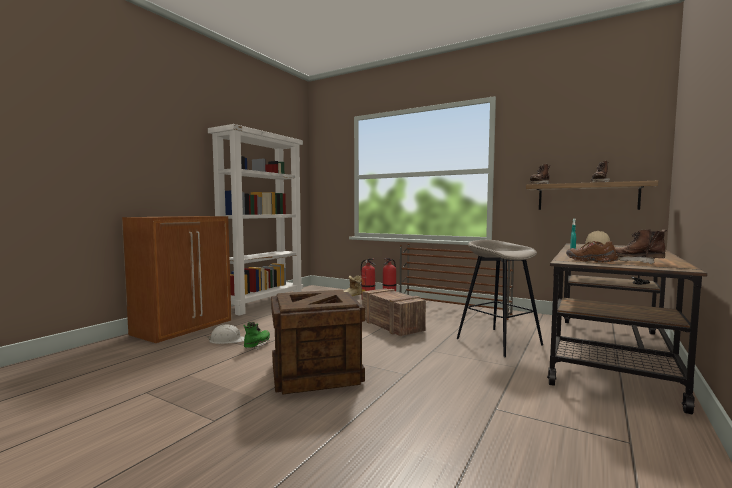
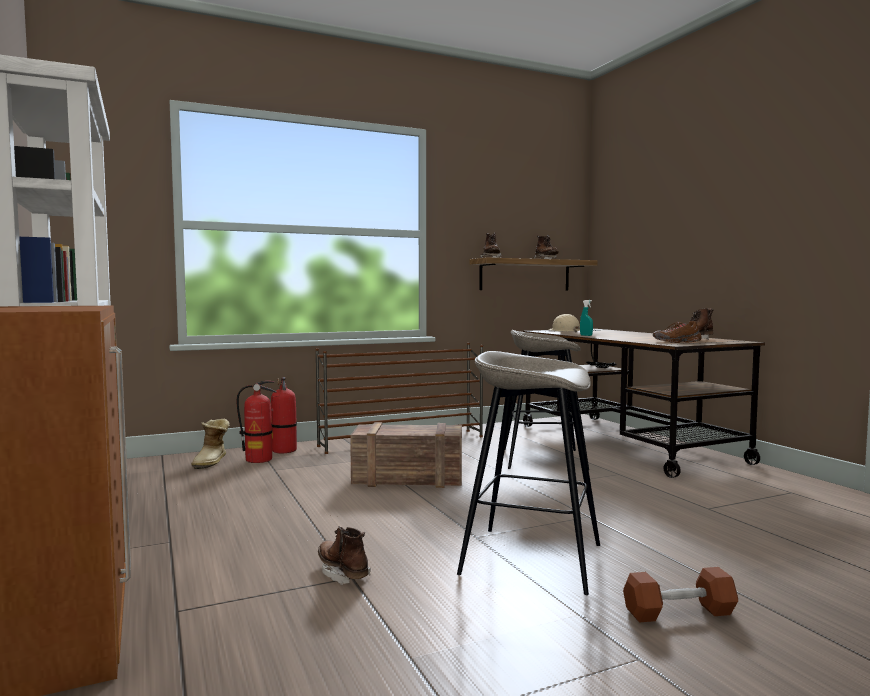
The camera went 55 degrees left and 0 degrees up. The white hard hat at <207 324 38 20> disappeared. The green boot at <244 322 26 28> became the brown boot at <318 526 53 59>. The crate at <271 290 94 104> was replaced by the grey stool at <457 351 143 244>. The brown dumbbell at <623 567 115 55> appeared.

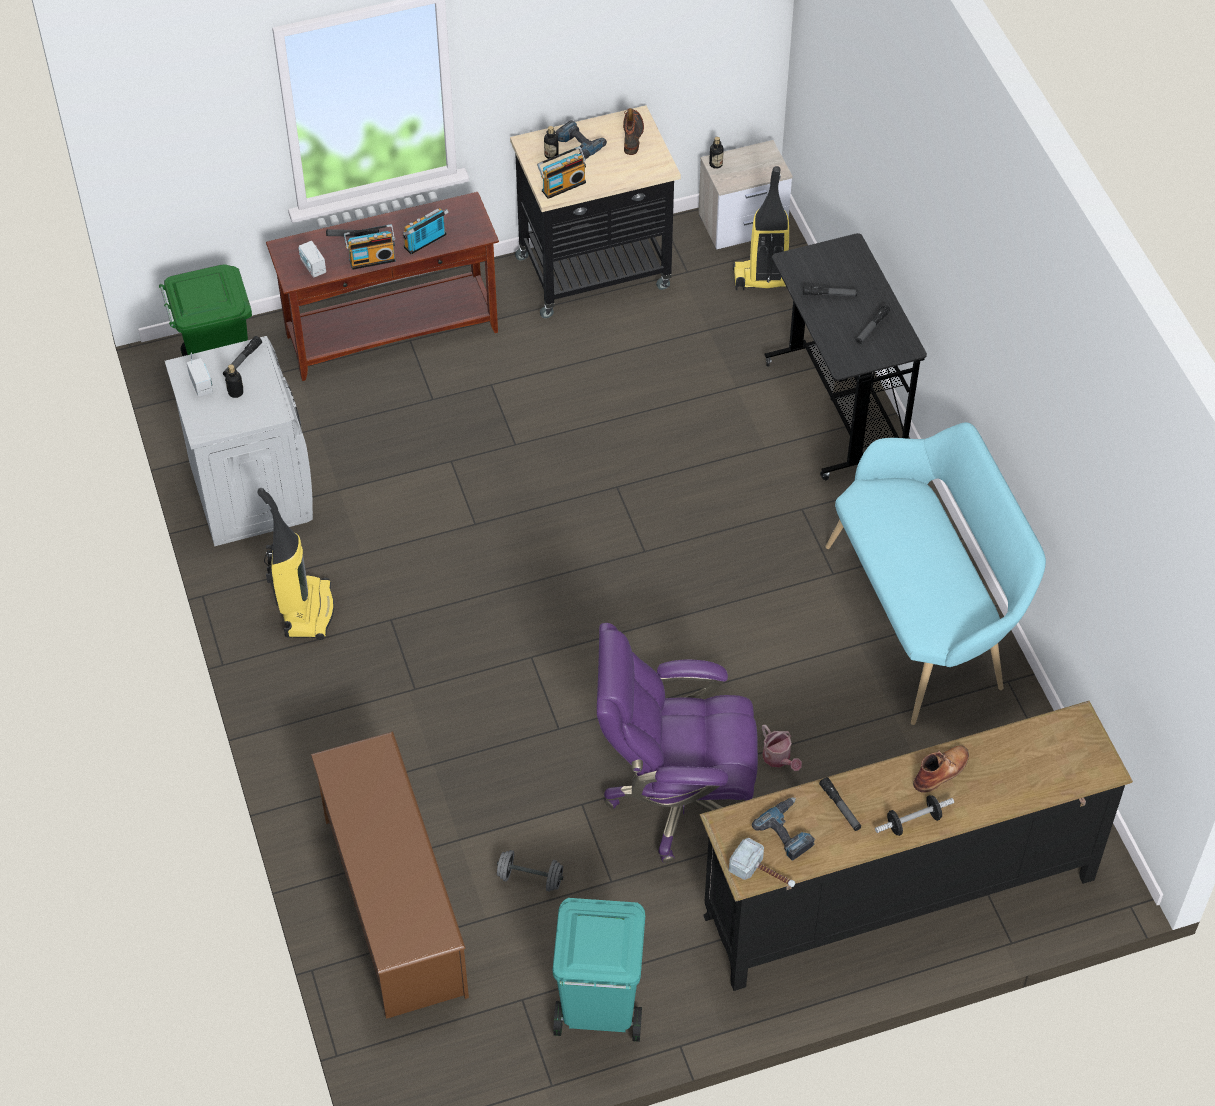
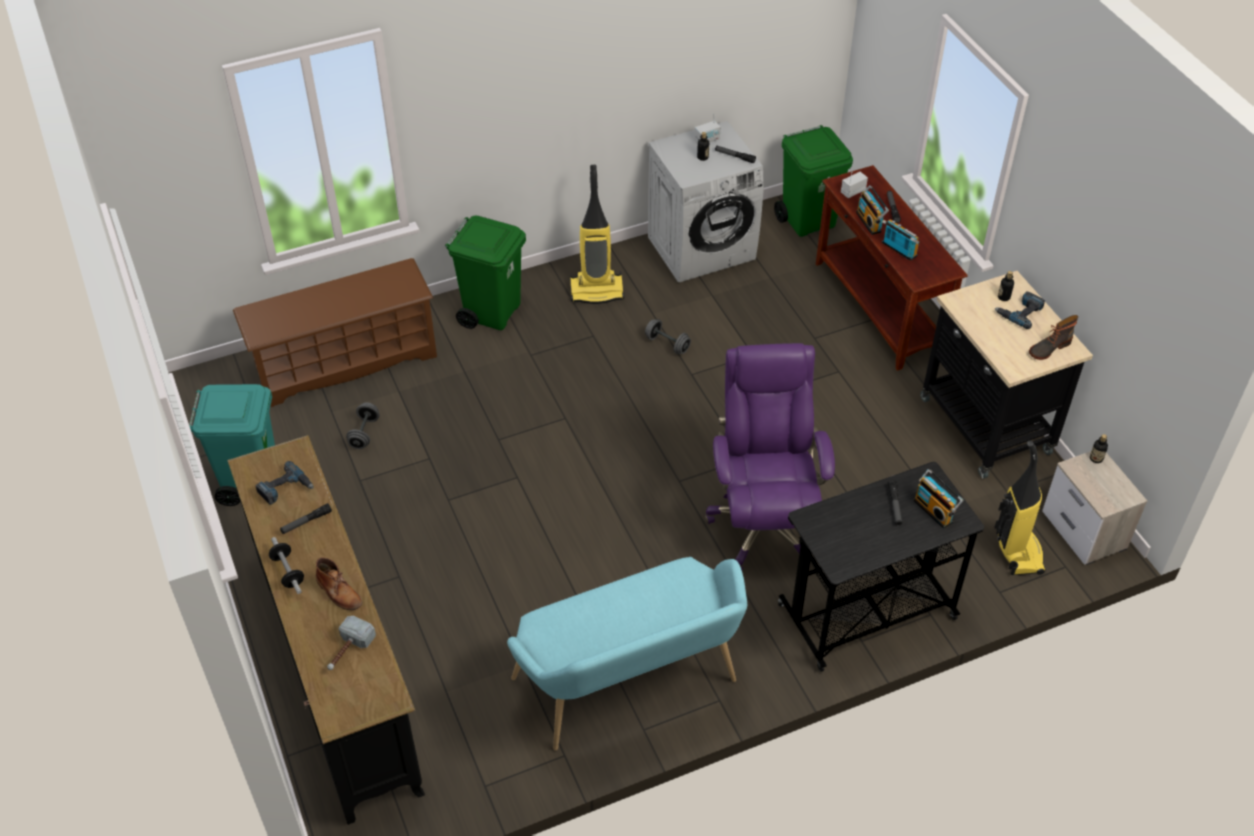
The camera went 85 degrees right and 5 degrees down. The radio moved from <537 146 49 53> to <913 469 51 60>. The purple office chair moved from <597 623 161 240> to <705 343 130 227>. The boot at <623 108 21 47> turned 150 degrees clockwise. The hammer moved from <729 838 66 49> to <327 616 49 54>. The watering can at <762 725 40 46> disappeared. The flashlight at <856 304 34 40> disappeared. The green trash can at <445 216 81 114> appeared. The grey dumbbell at <645 319 46 35> appeared.

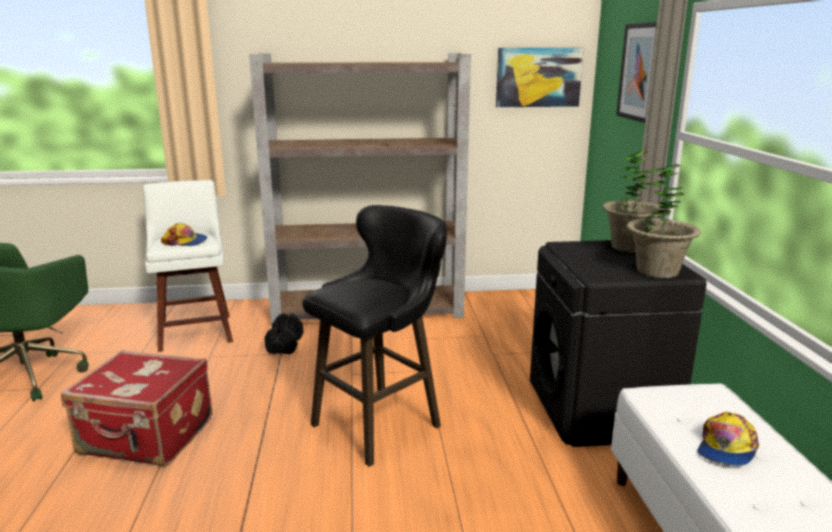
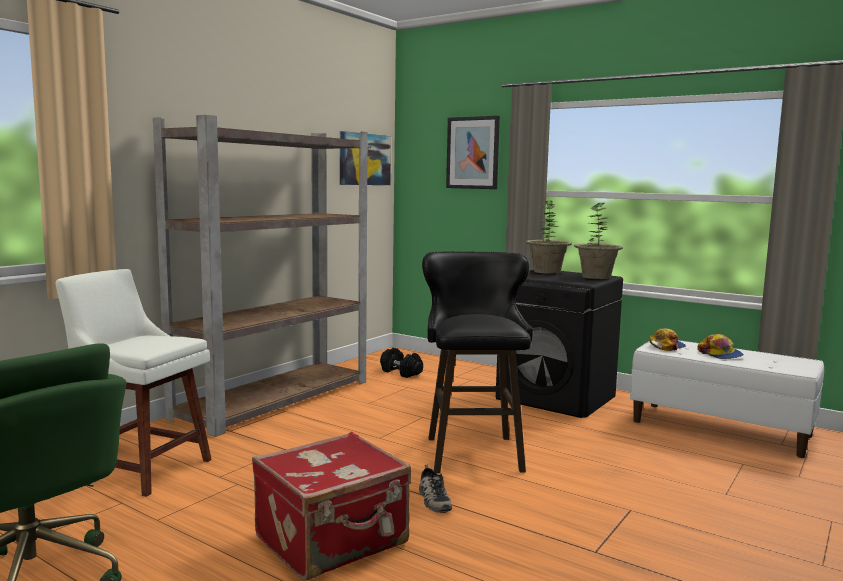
The camera went 50 degrees left and 10 degrees down. The cap moved from <161 223 46 23> to <649 328 37 23>. The black dumbbell moved from <265 313 38 41> to <380 348 43 30>. The shoe at <419 465 33 48> appeared.

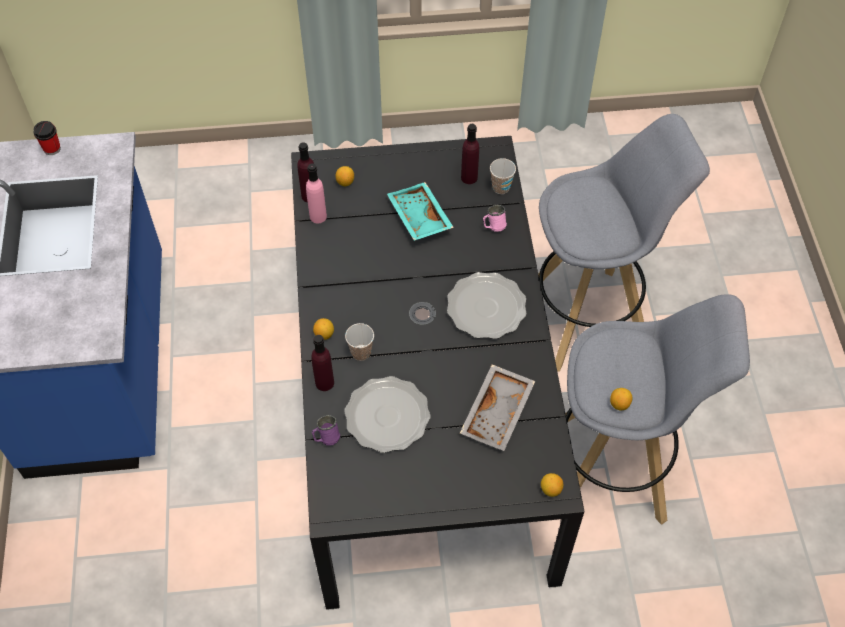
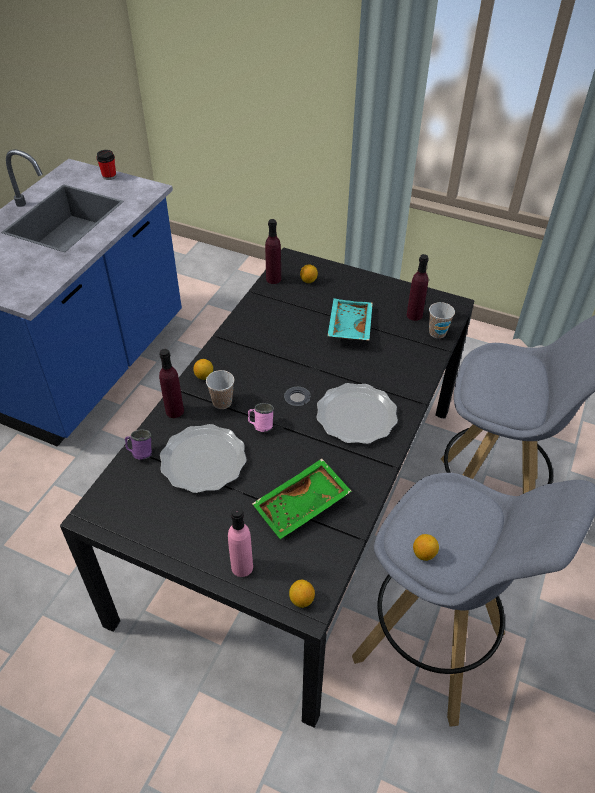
The camera went 30 degrees right and 10 degrees down. The pink bottle moved from <306 163 21 60> to <228 507 25 70>. The grey tray at <460 364 75 87> became the green tray at <252 459 100 80>. The pink mug moved from <483 205 24 27> to <248 403 26 29>.

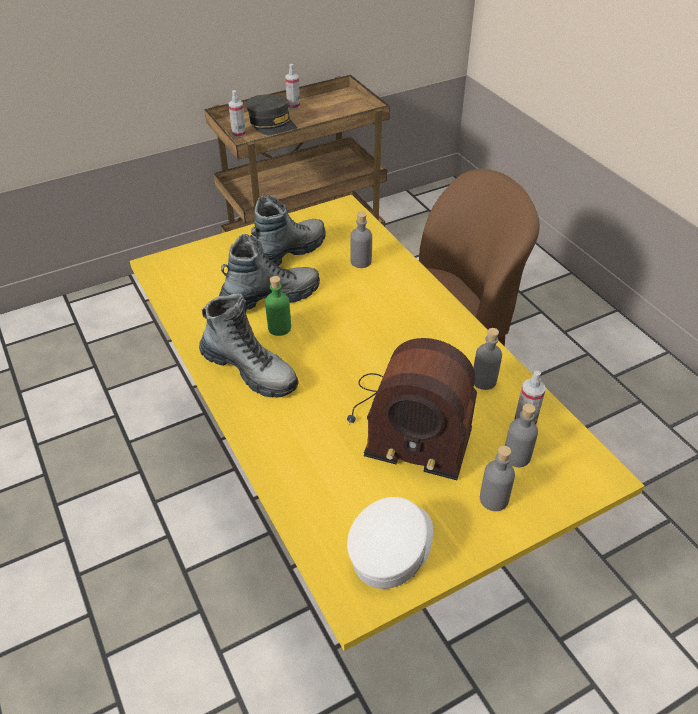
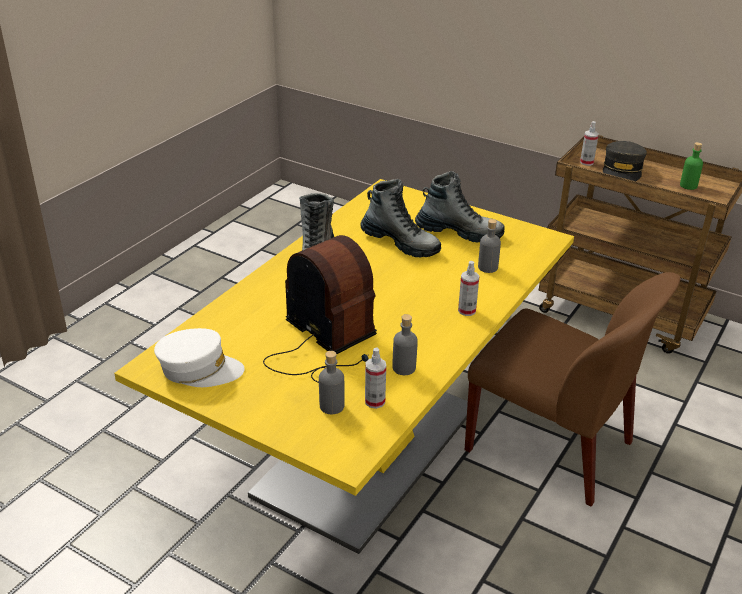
The camera went 60 degrees right and 10 degrees down. The green bottle moved from <265 276 26 60> to <680 142 23 48>. The spray bottle moved from <285 64 15 46> to <458 261 21 55>. The radio at <347 338 130 142> turned 150 degrees clockwise. The grey bottle at <480 446 35 65> disappeared.

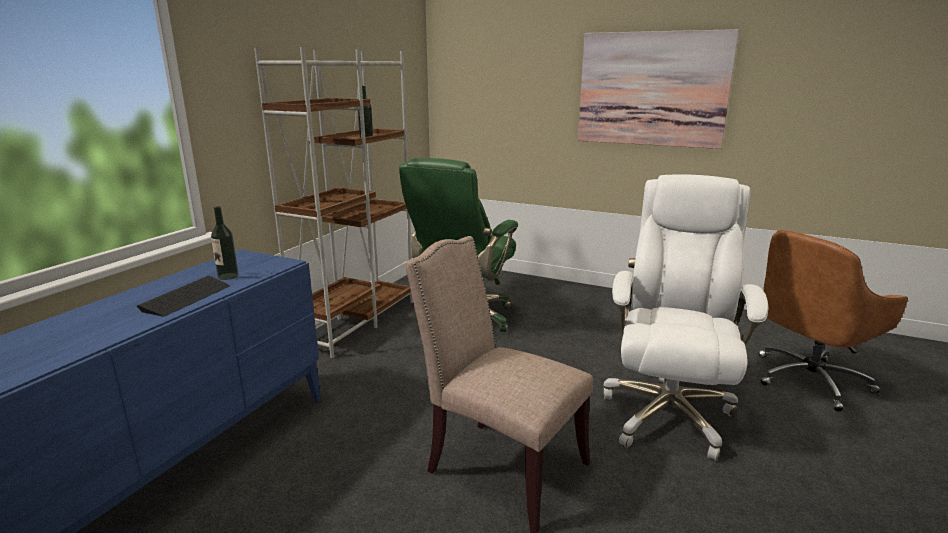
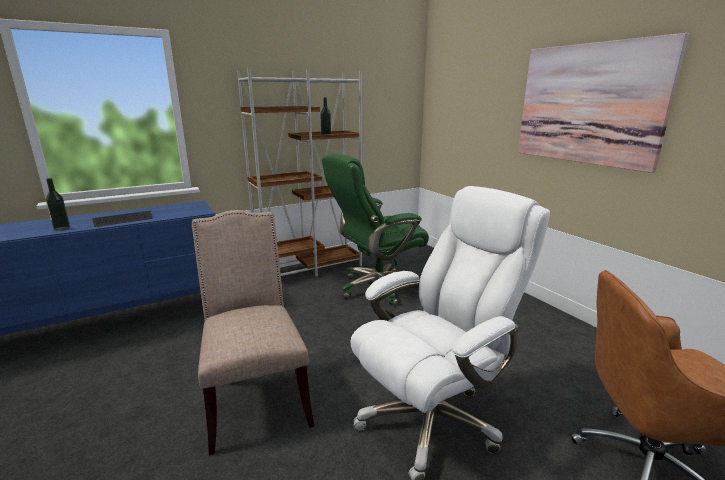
The camera went 35 degrees right and 0 degrees up. The bottle moved from <211 206 28 74> to <46 178 24 53>.

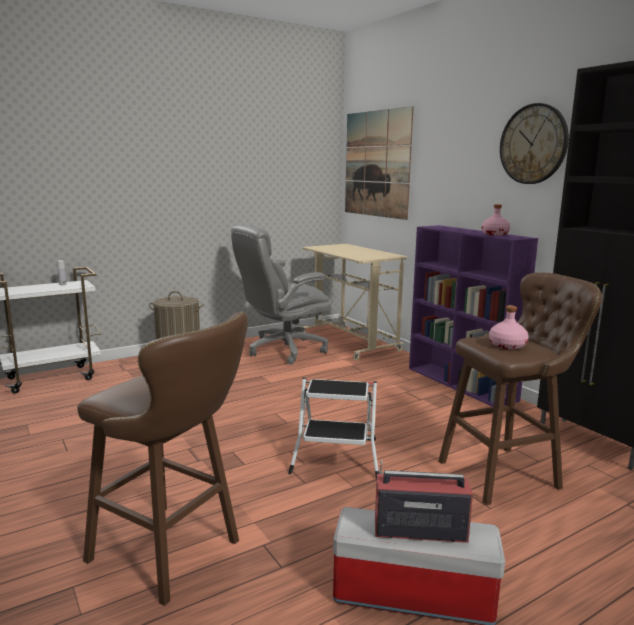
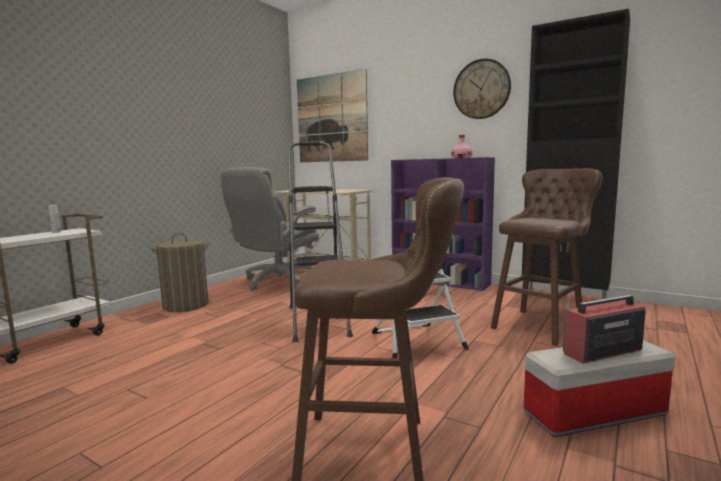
The camera went 25 degrees left and 5 degrees down. The pink bottle at <489 305 40 44> disappeared. The step ladder at <288 142 65 200> appeared.

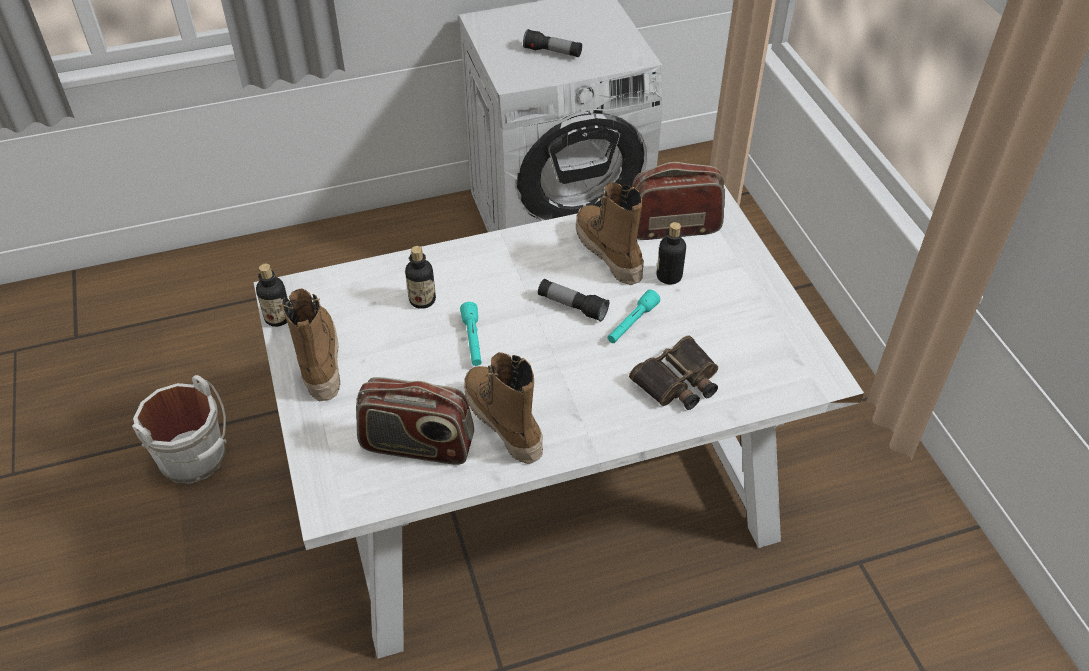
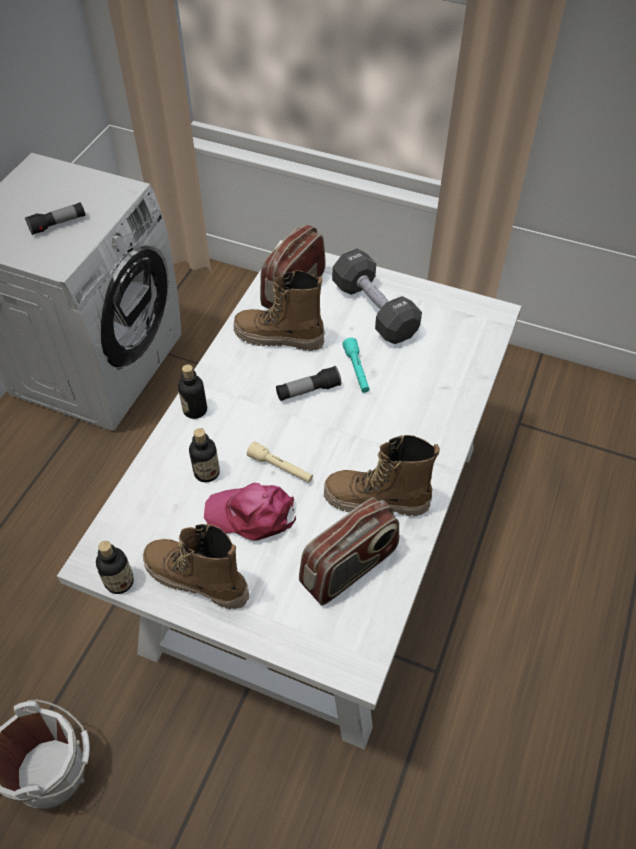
The camera went 50 degrees left and 5 degrees up. The turquoise flashlight at <460 302 22 64> became the beige flashlight at <247 441 66 42>. The binoculars at <629 335 89 75> disappeared. The bottle moved from <657 222 29 63> to <178 364 29 55>. The pink cap at <204 483 92 58> appeared. The black dumbbell at <332 248 90 96> appeared.

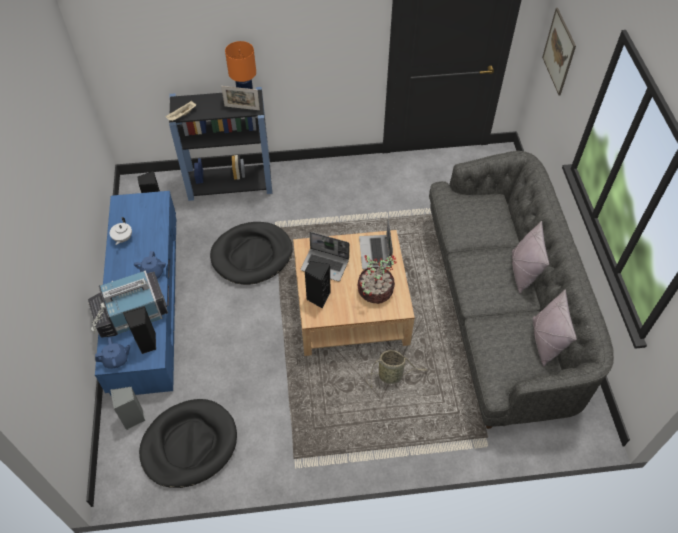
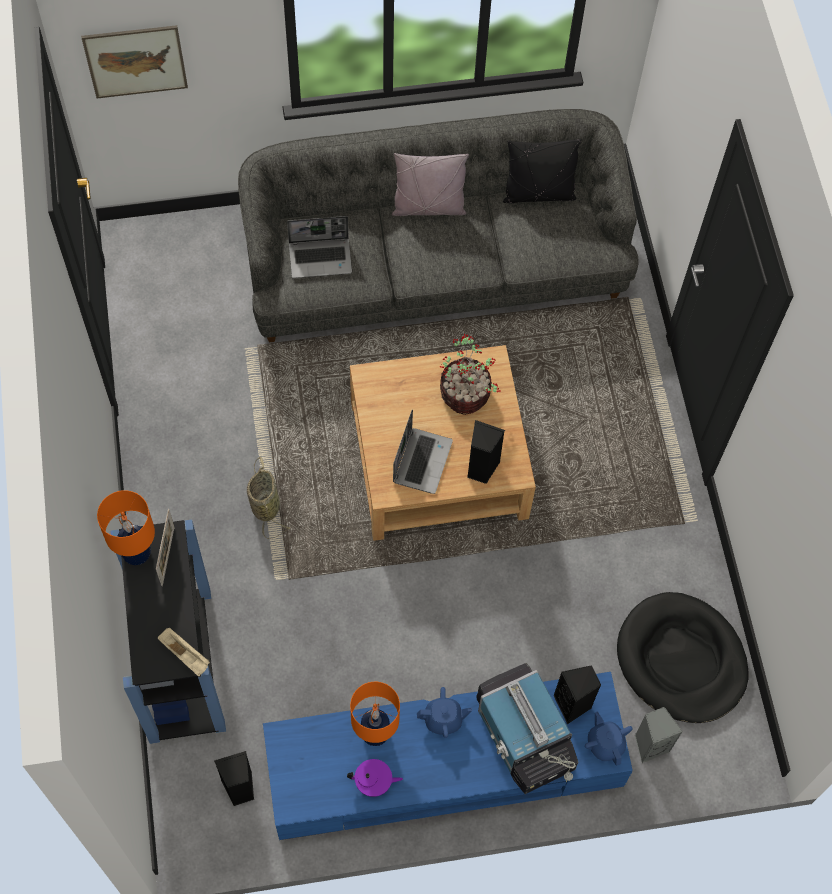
The camera went 95 degrees left and 10 degrees up. The white teapot at <109 217 23 28> became the purple teapot at <347 759 56 38>. The black dog bed at <210 222 83 63> disappeared. The laptop moved from <359 219 34 50> to <287 216 65 62>. The basket moved from <366 350 60 38> to <247 456 44 83>. The purple pillow at <533 289 44 78> became the black pillow at <503 139 79 64>. The orange table lamp at <350 682 50 64> appeared.

